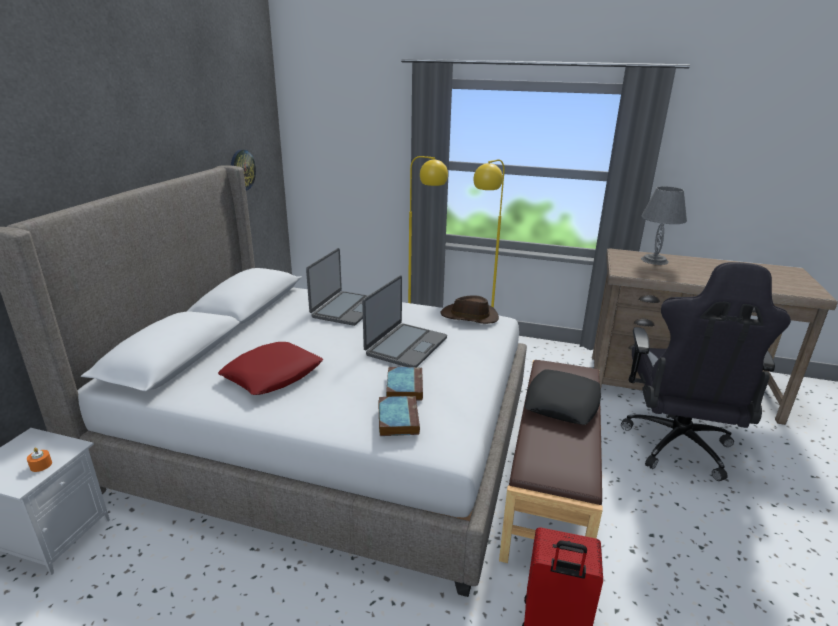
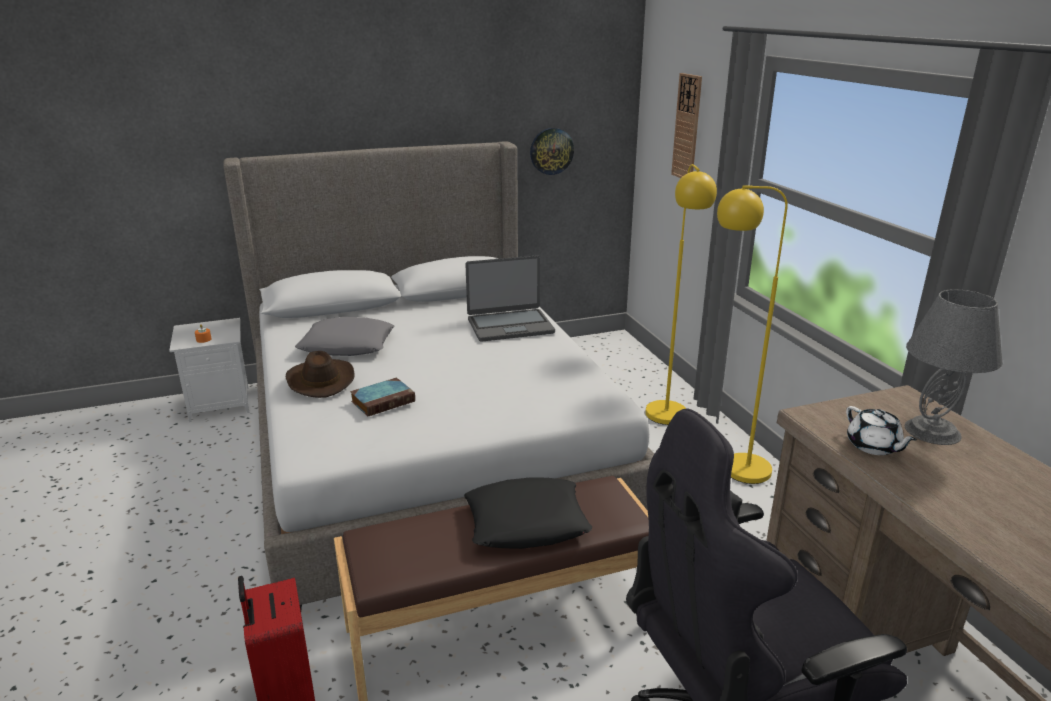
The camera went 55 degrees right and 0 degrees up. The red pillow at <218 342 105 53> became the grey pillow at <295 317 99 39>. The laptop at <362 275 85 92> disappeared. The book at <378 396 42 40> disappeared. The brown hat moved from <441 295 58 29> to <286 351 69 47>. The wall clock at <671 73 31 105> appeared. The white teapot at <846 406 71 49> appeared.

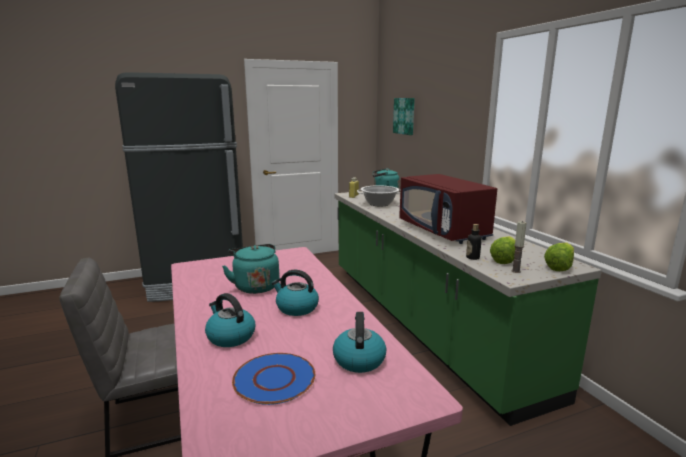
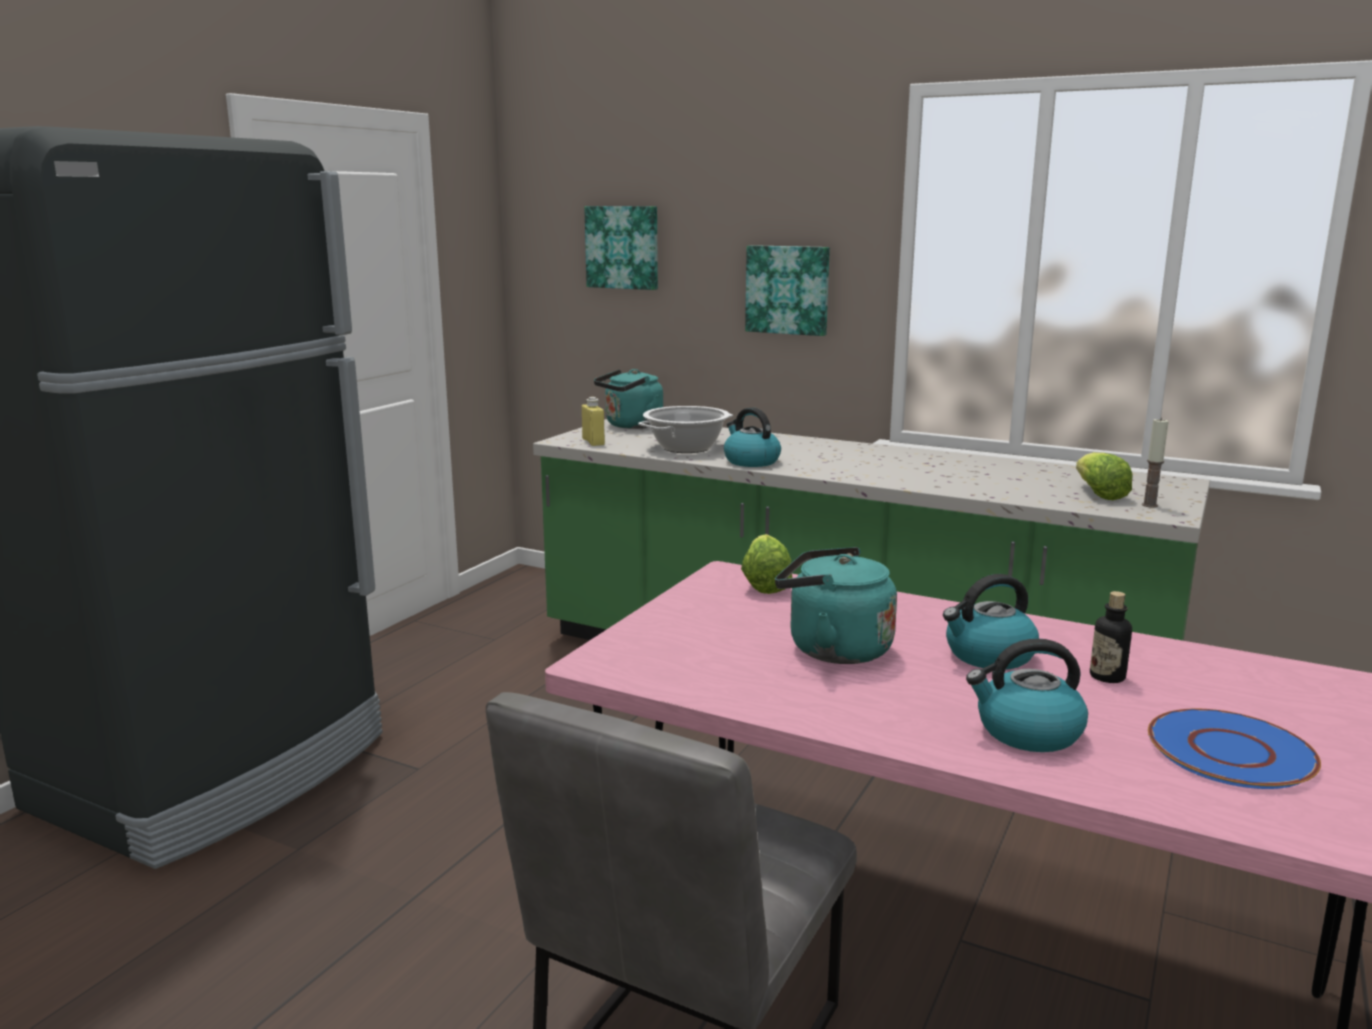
The camera went 40 degrees left and 0 degrees up. The kettle moved from <333 312 53 61> to <724 407 57 60>. The red microwave at <399 174 98 70> disappeared. The bottle moved from <466 224 16 36> to <1090 591 42 92>. The lettuce moved from <544 243 30 28> to <741 534 52 60>. The picture at <745 245 85 91> appeared.

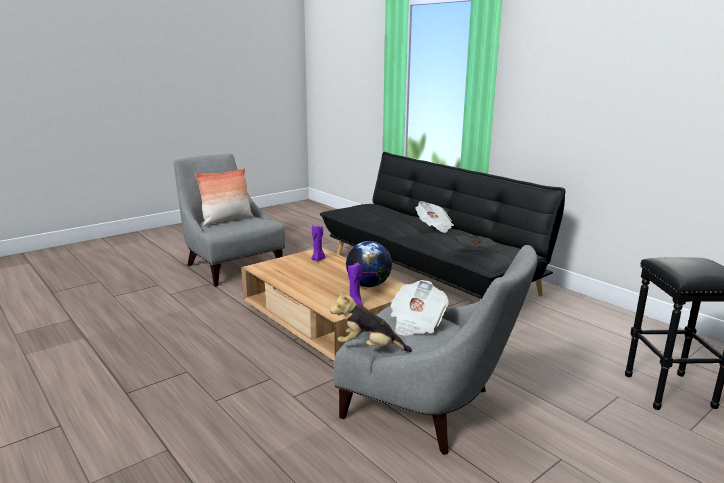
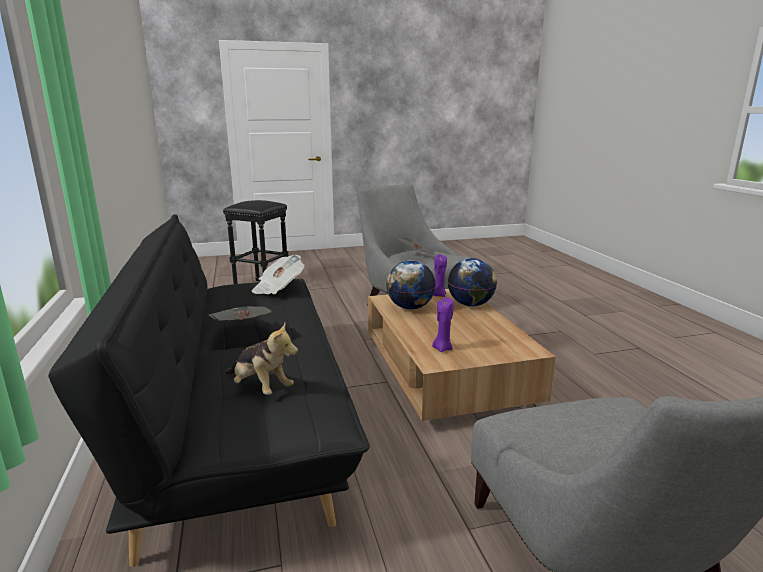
The camera went 155 degrees left and 0 degrees up. The pillow at <195 168 59 58> disappeared. The plush toy moved from <330 290 82 62> to <224 323 74 72>. The globe at <448 258 49 48> appeared.

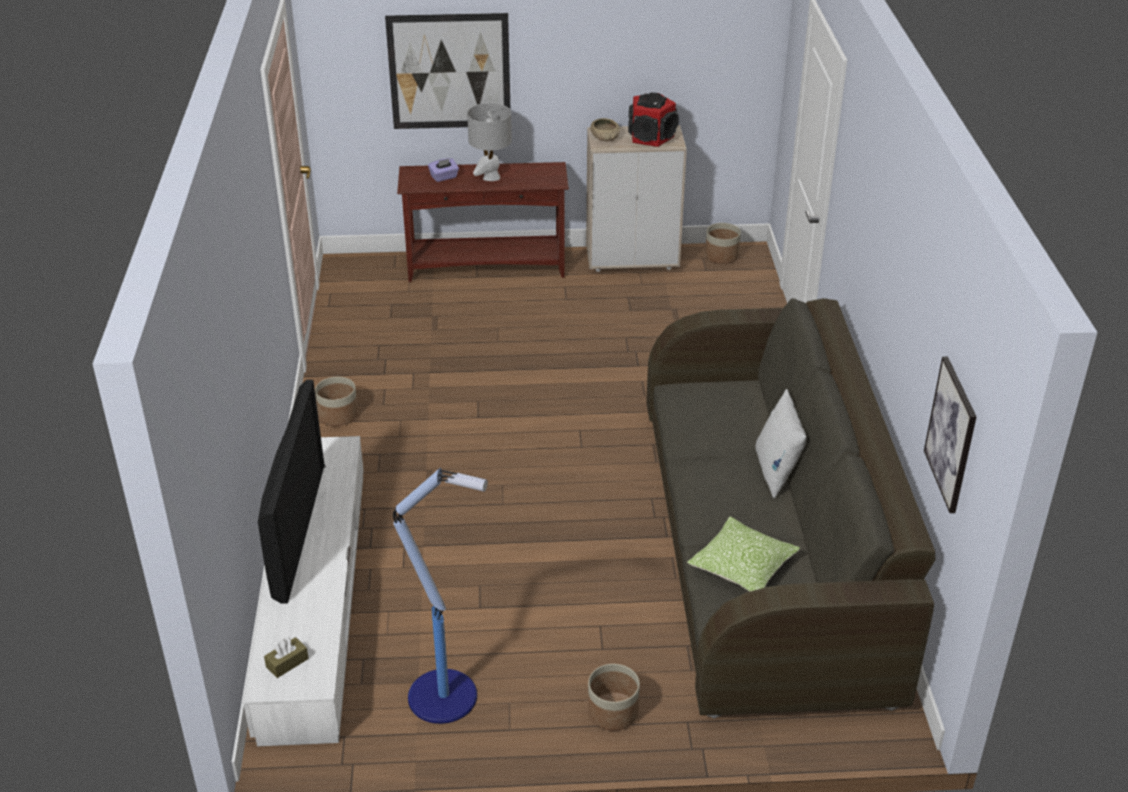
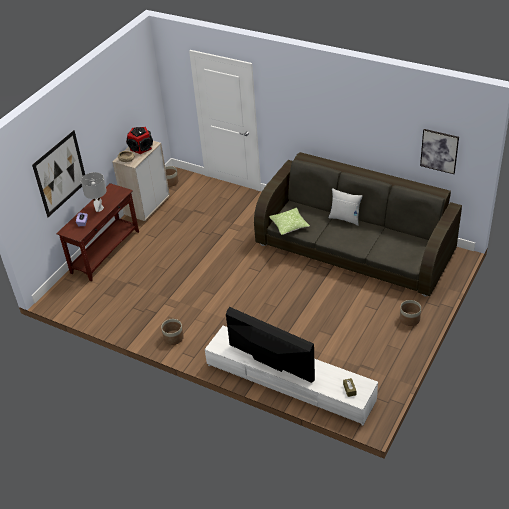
The camera went 55 degrees left and 5 degrees up. The floor lamp at <393 468 95 256> disappeared. The pillow moved from <687 517 113 75> to <269 208 41 27>.

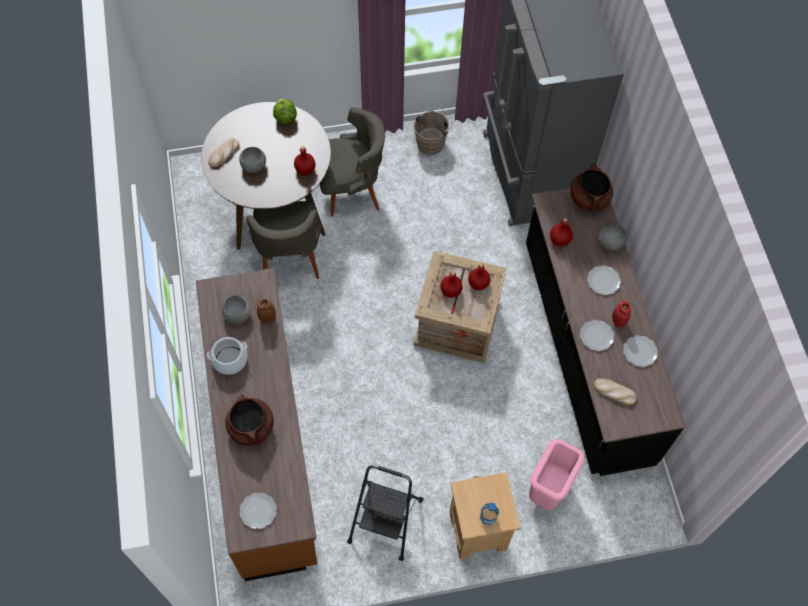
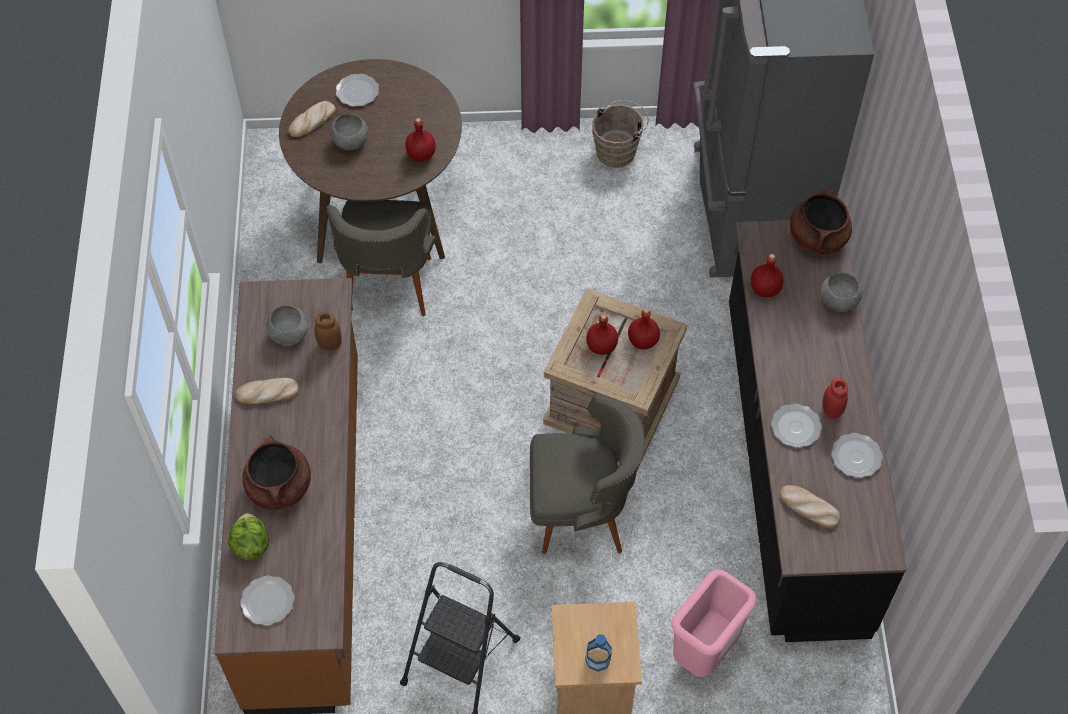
The camera went 10 degrees right and 5 degrees down. The cooking pot at <207 337 41 38> was replaced by the bread at <235 378 63 26>. The lettuce moved from <273 98 24 26> to <228 513 41 47>. The grey chair moved from <320 107 65 110> to <530 393 115 161>. The plate moved from <587 265 34 30> to <336 74 43 33>.

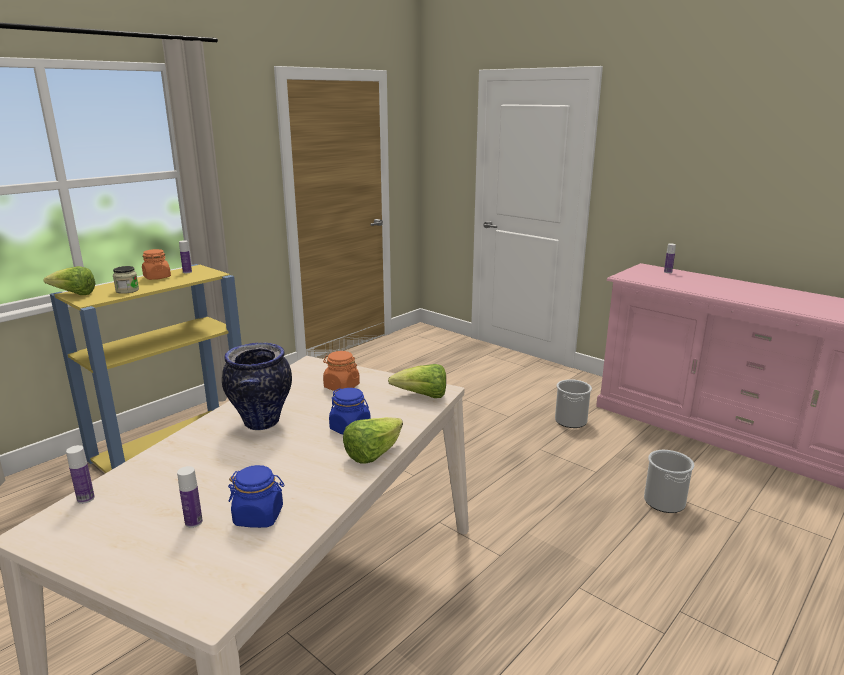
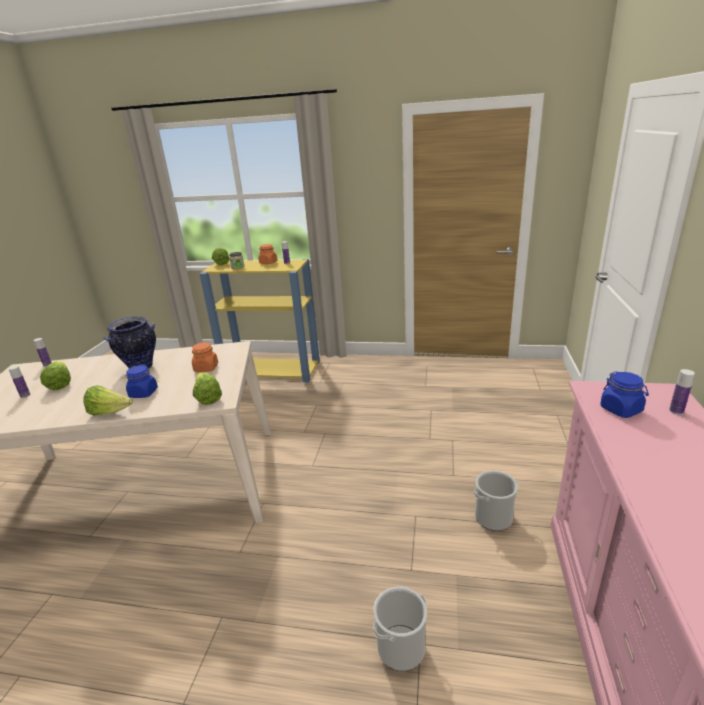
The camera went 60 degrees right and 5 degrees up. The blue jar moved from <228 465 57 63> to <600 371 49 47>. The lettuce at <40 361 31 29> appeared.

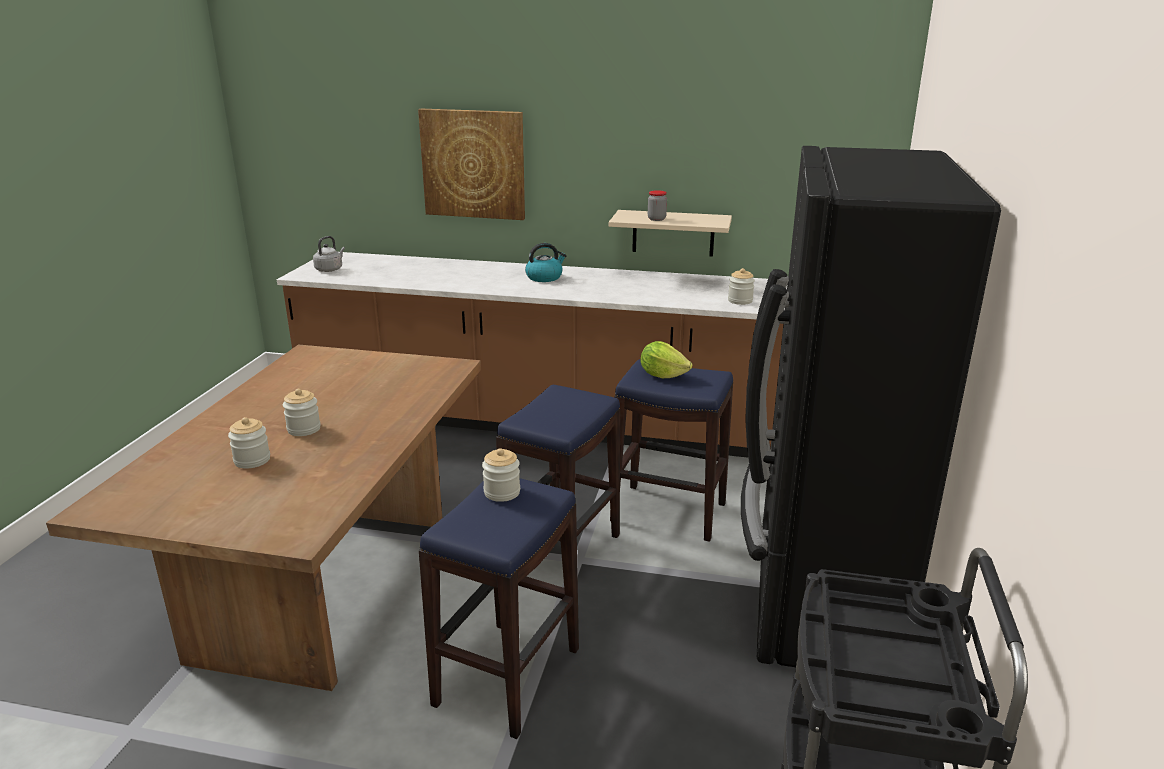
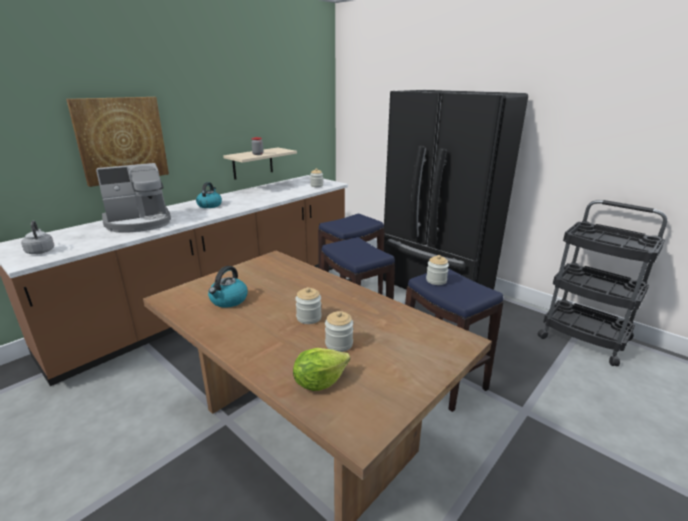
The camera went 60 degrees left and 0 degrees up. The lettuce moved from <640 341 52 37> to <293 348 57 43>. The coffee machine at <96 163 75 70> appeared. The kettle at <208 266 40 42> appeared.

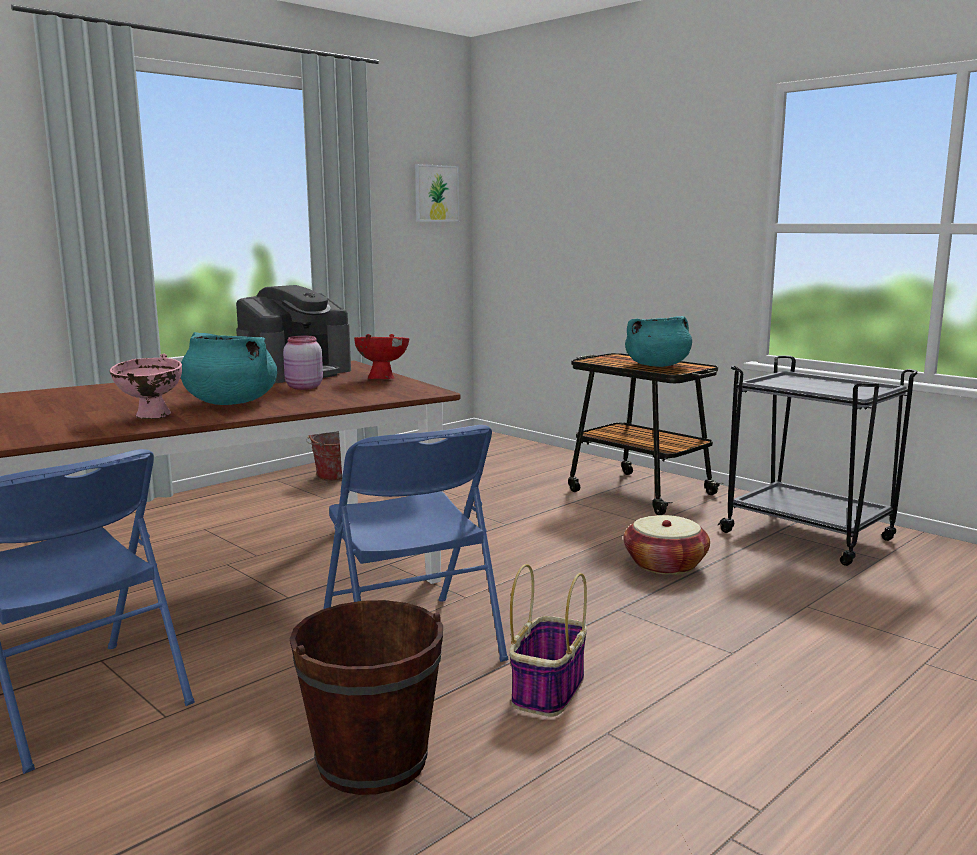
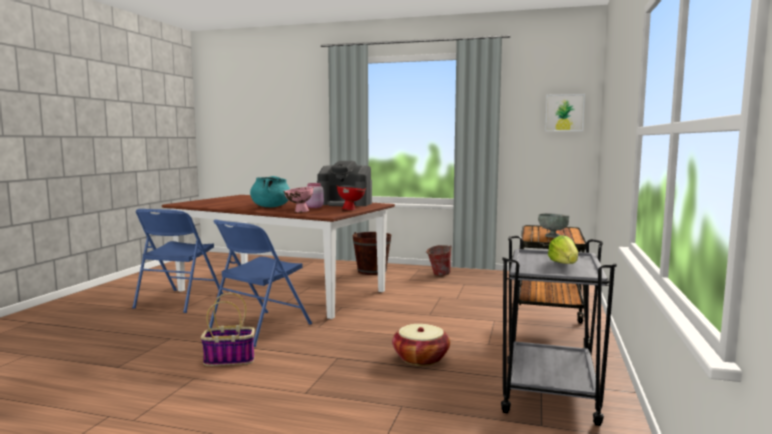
The camera went 60 degrees right and 5 degrees down. The pink bowl moved from <110 354 72 65> to <283 186 31 27>. The brown bucket moved from <290 600 153 195> to <352 232 39 43>. The turquoise cooking pot at <625 316 67 51> was replaced by the grey bowl at <538 213 31 25>. The lettuce at <548 235 30 29> appeared.

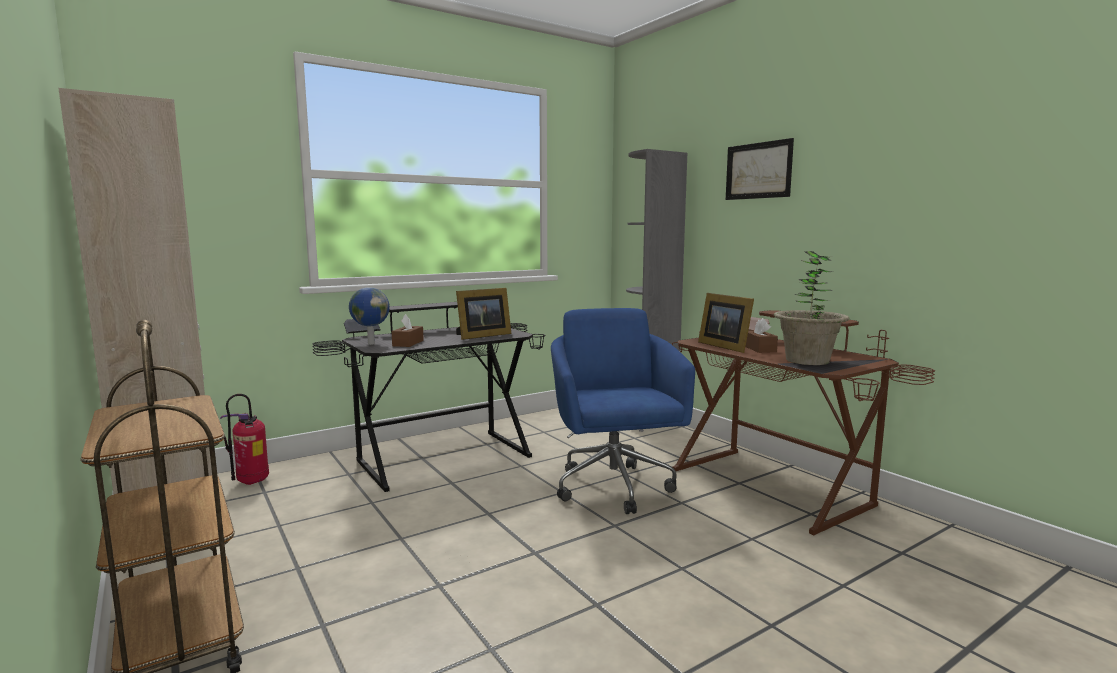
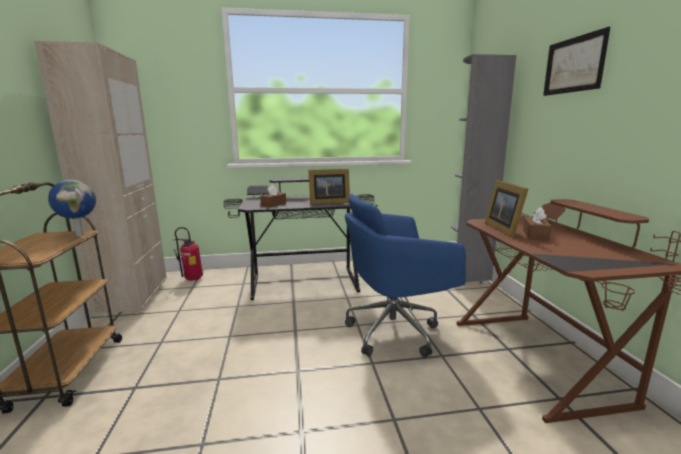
The camera went 25 degrees right and 5 degrees up. The globe moved from <349 287 41 58> to <48 180 48 56>. The blue office chair at <551 308 144 206> turned 120 degrees counterclockwise. The potted plant at <774 251 75 114> disappeared.

